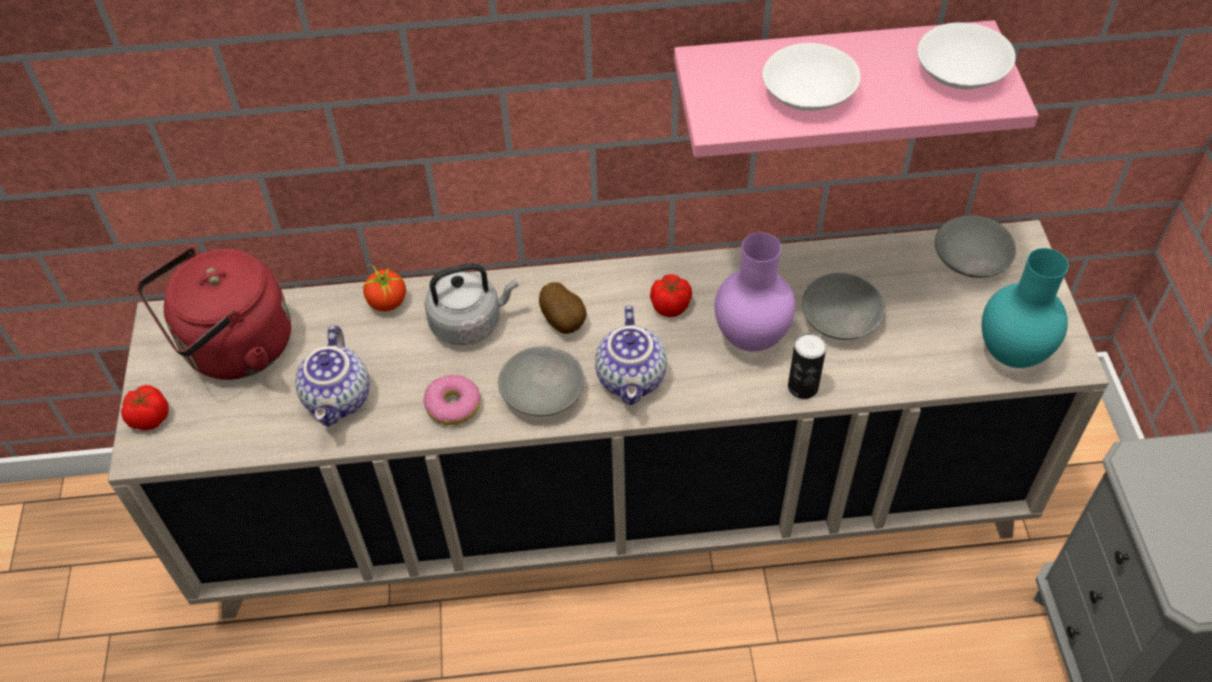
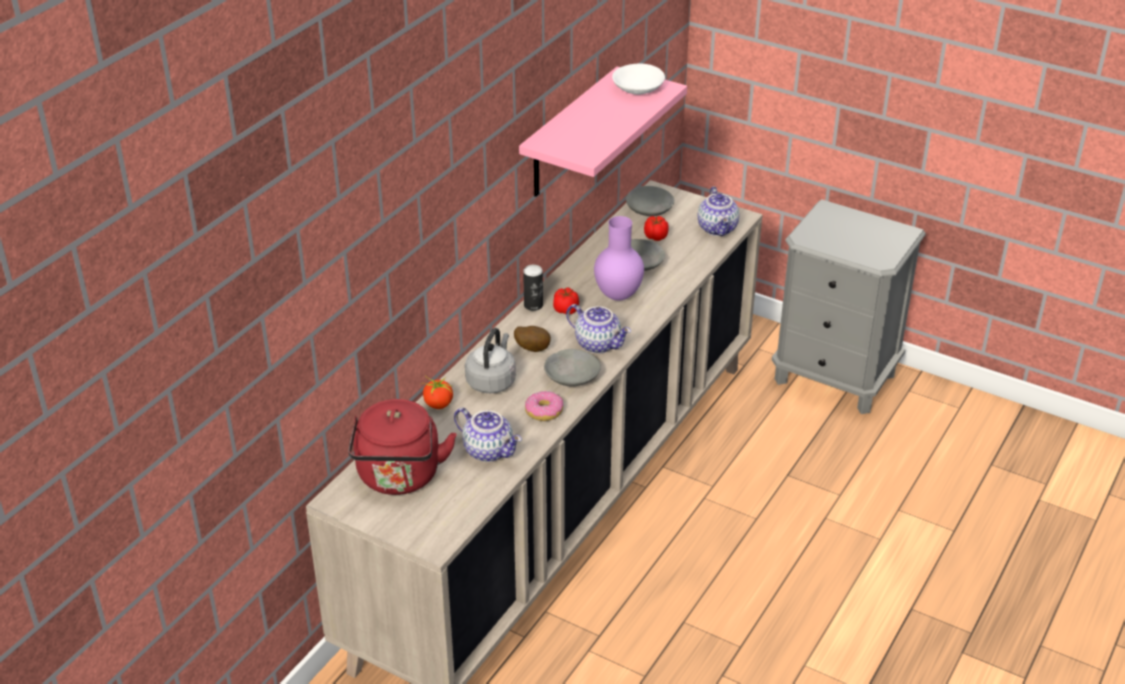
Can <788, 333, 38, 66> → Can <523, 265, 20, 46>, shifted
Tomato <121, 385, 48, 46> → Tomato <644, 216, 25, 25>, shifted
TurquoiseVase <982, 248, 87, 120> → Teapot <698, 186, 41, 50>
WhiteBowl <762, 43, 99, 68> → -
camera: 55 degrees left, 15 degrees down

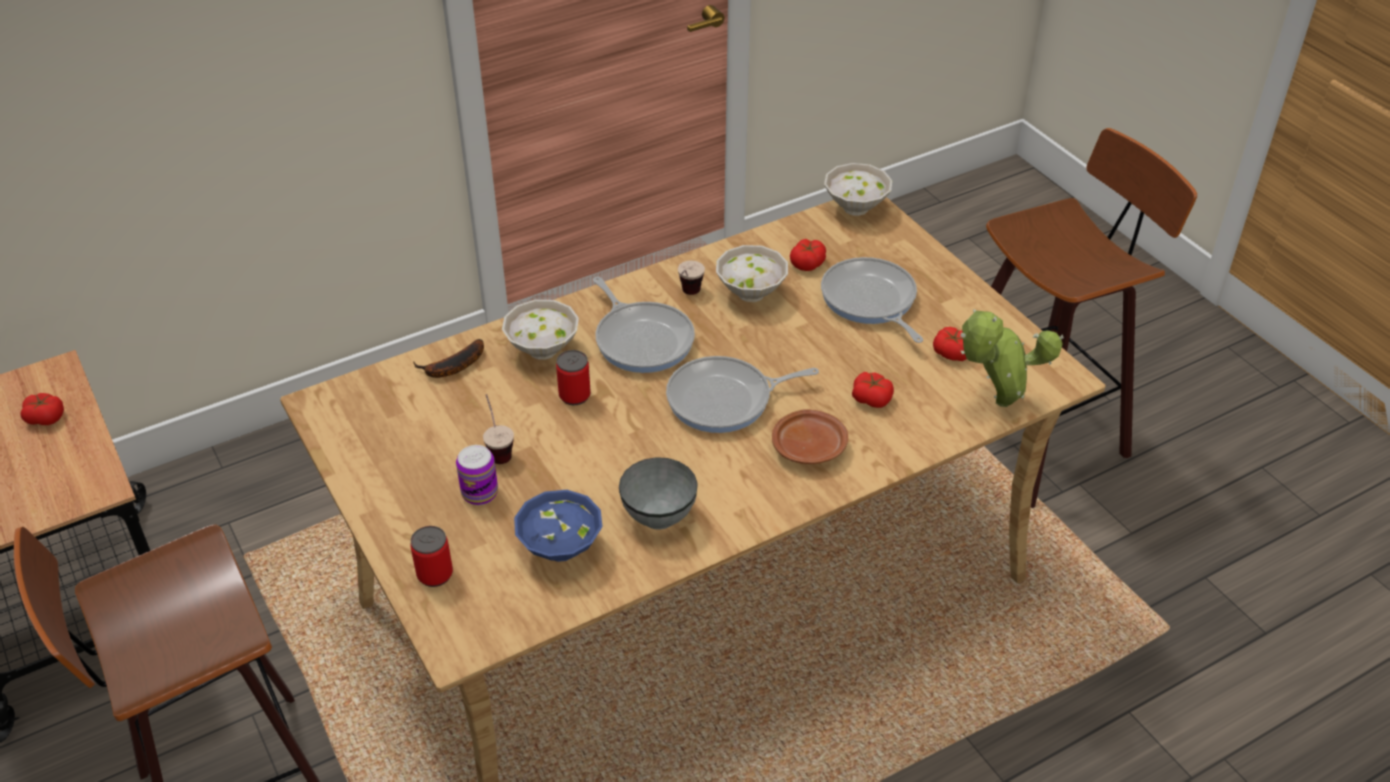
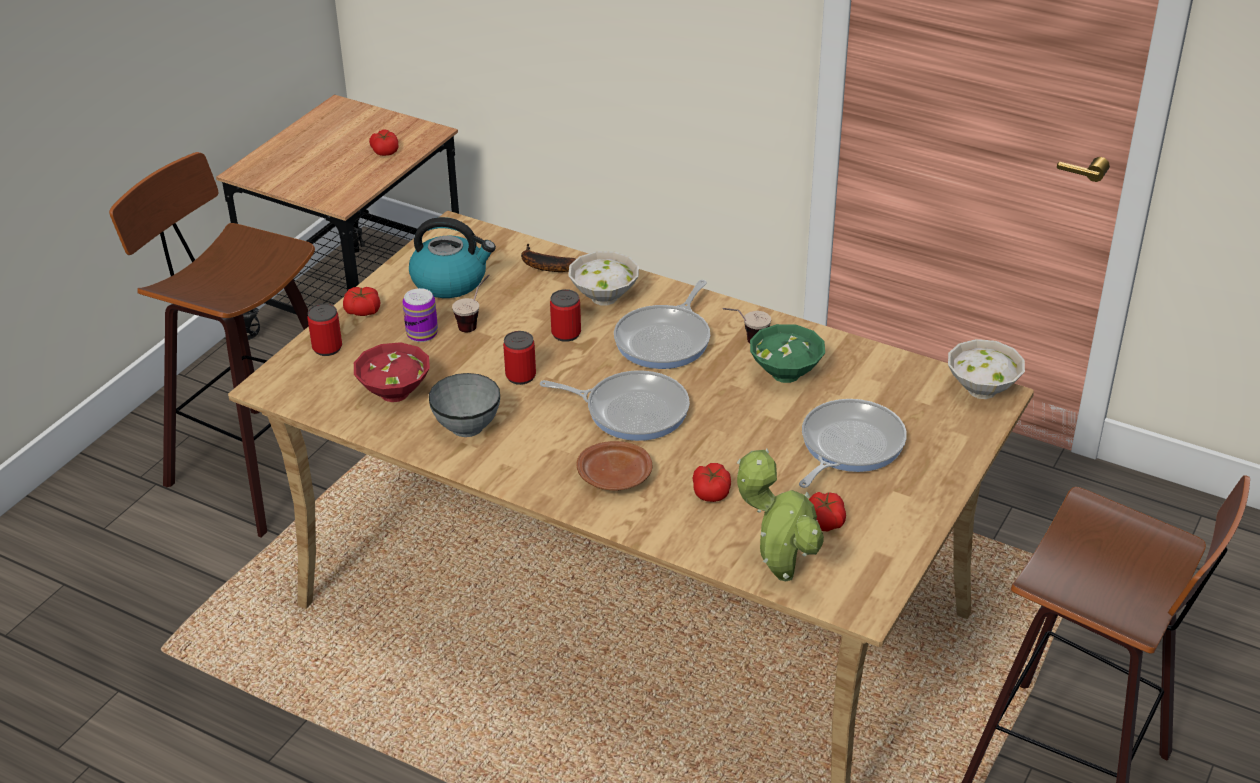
Tomato <790, 239, 36, 32> → Tomato <343, 287, 37, 29>, shifted
BlueBowl <514, 490, 89, 72> → RedBowl <354, 342, 76, 60>
- → Kettle <409, 217, 87, 81>
- → Can <503, 331, 33, 54>
FryingPan <666, 356, 153, 77> → FryingPan <540, 370, 150, 71>, 150 degrees clockwise
WhiteBowl <716, 245, 72, 57> → GreenBowl <750, 324, 75, 59>
camera: 60 degrees right, 5 degrees down

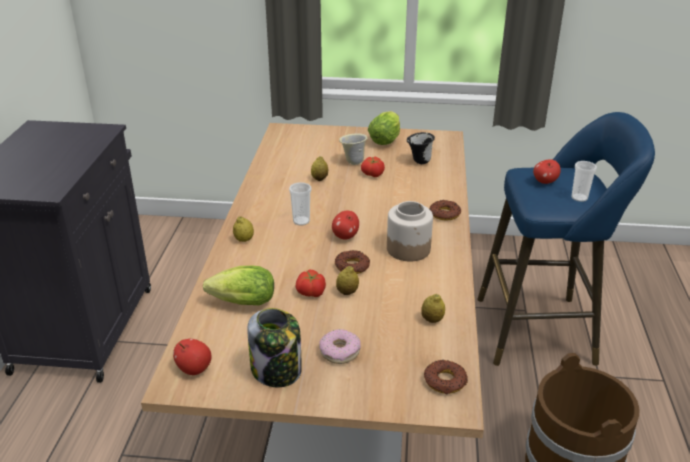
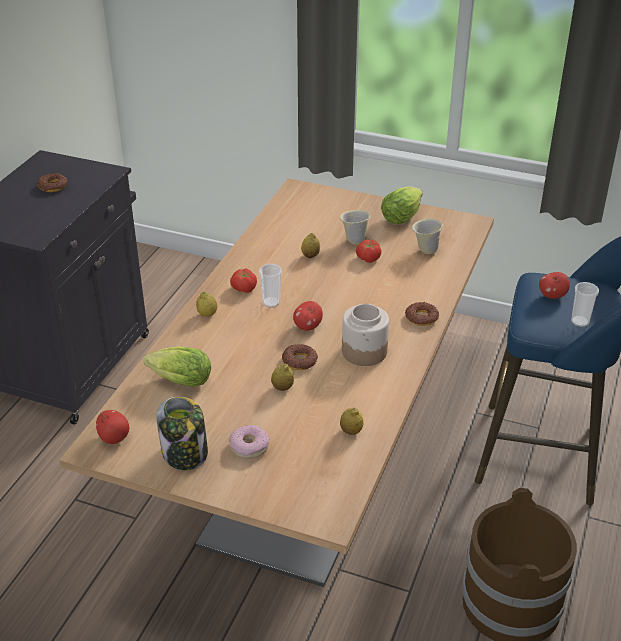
Donut <424, 360, 44, 34> → Donut <37, 173, 30, 19>, shifted
Tomato <296, 270, 30, 27> → Tomato <230, 268, 27, 25>, shifted
BlackMug <407, 132, 28, 32> → BeigeMug <412, 219, 31, 35>
camera: 15 degrees right, 5 degrees up

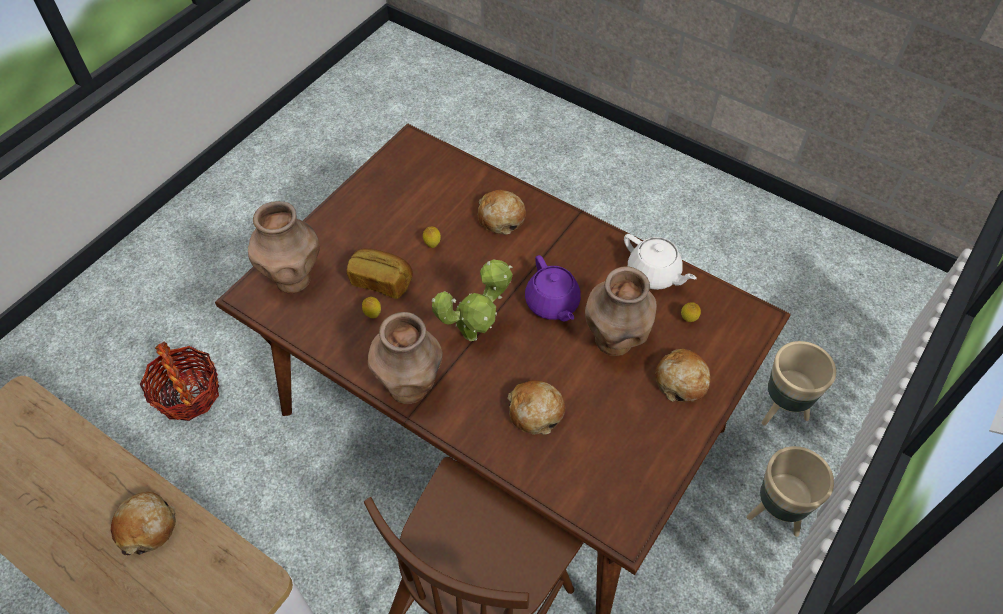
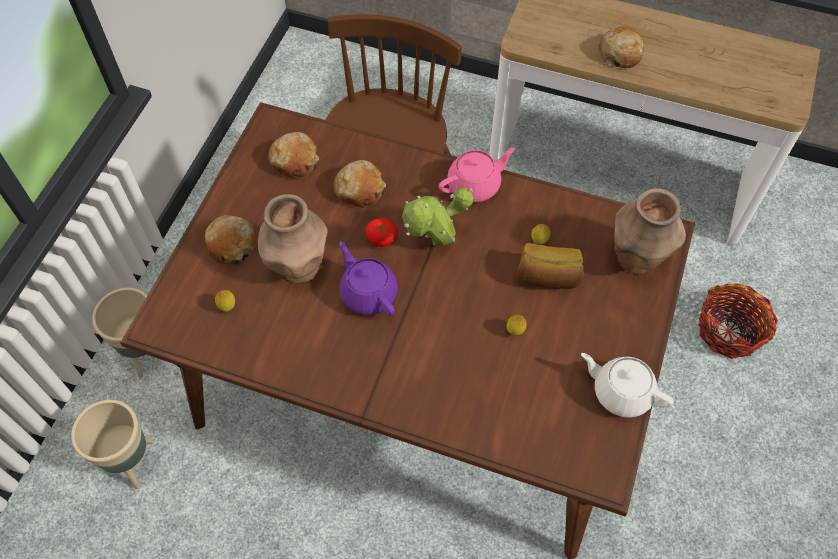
Bread <478, 190, 48, 45> → Bread <268, 132, 51, 47>, shifted
- → Tomato <366, 218, 32, 29>
BrownVase <368, 312, 75, 92> → PinkTeapot <439, 147, 77, 55>
WhiteTeapot <624, 234, 73, 56> → WhiteTeapot <581, 353, 93, 65>, shifted
camera: 165 degrees right, 5 degrees up

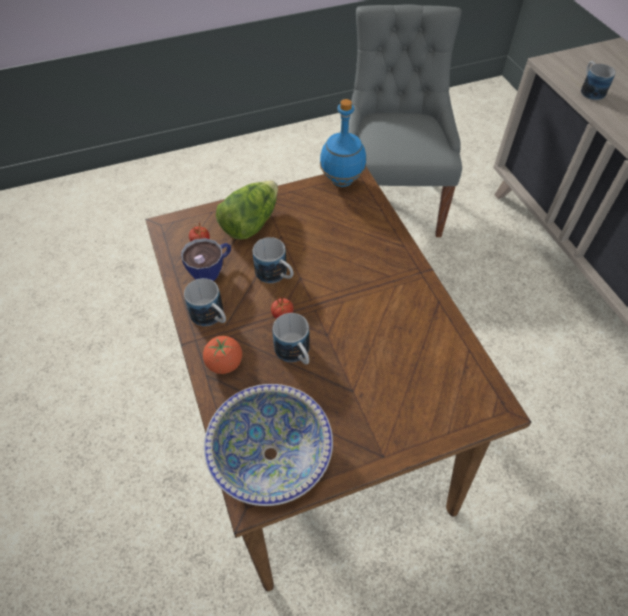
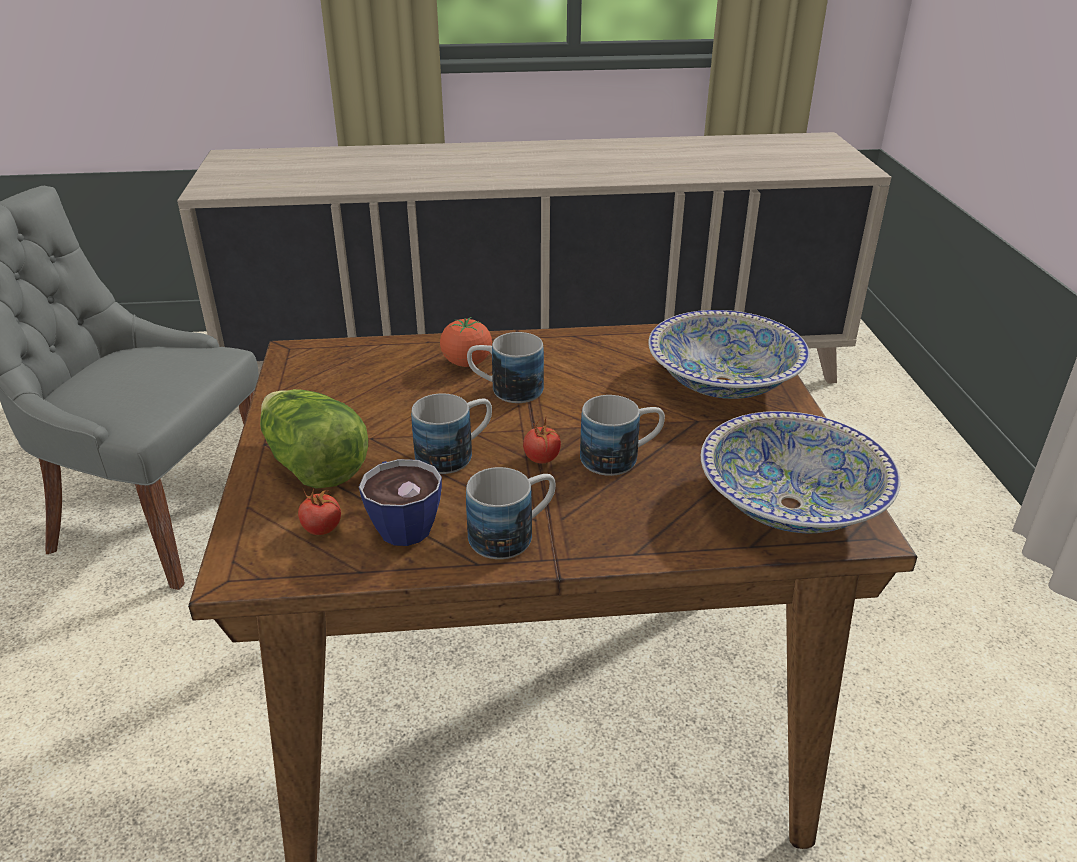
Tomato <203, 336, 39, 38> → Tomato <440, 317, 52, 50>, shifted
Mug <581, 61, 35, 39> → Mug <467, 332, 77, 71>, shifted
- → Bowl <648, 310, 162, 89>
BlueBottle <320, 99, 46, 88> → -
camera: 75 degrees left, 20 degrees down

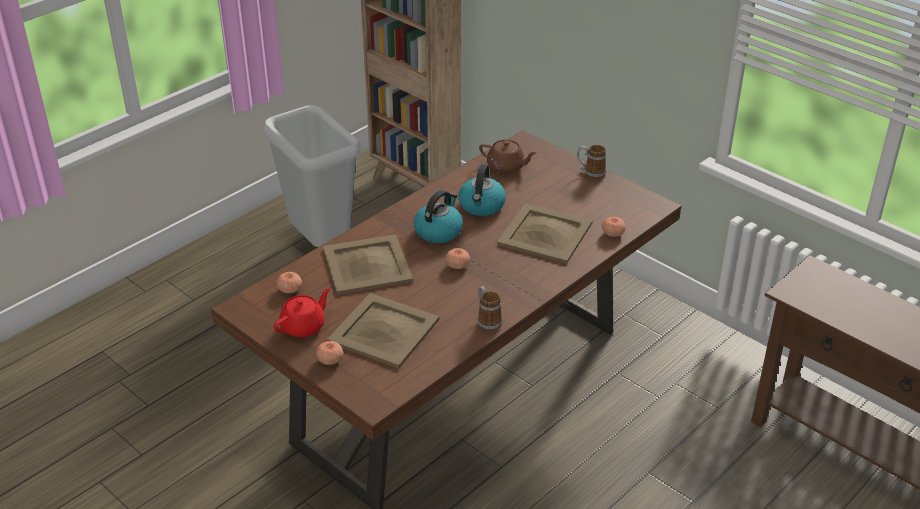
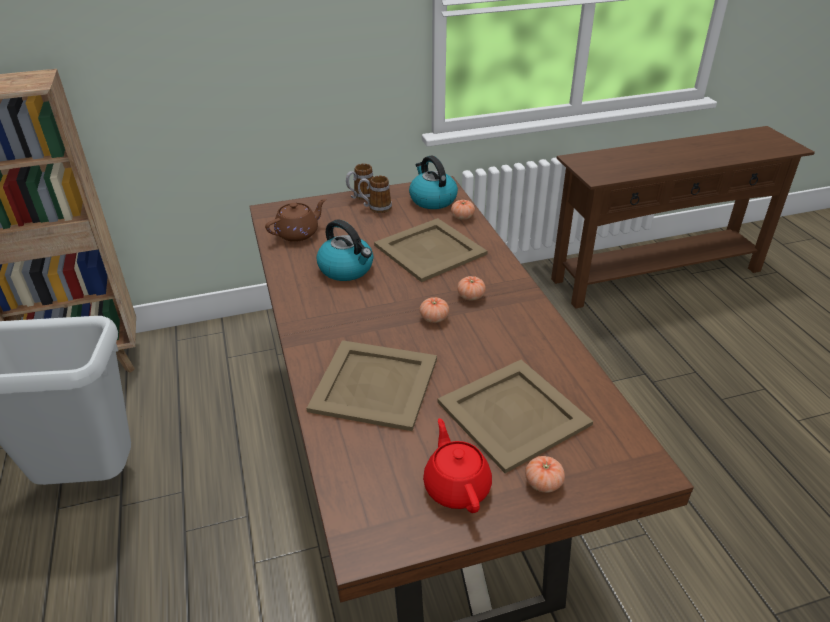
Mug <477, 286, 25, 45> → Mug <358, 176, 34, 37>, shifted
Kettle <414, 190, 49, 53> → Kettle <409, 155, 49, 54>, shifted
Tomato <277, 272, 25, 21> → Tomato <457, 276, 29, 24>, shifted
camera: 60 degrees left, 0 degrees up

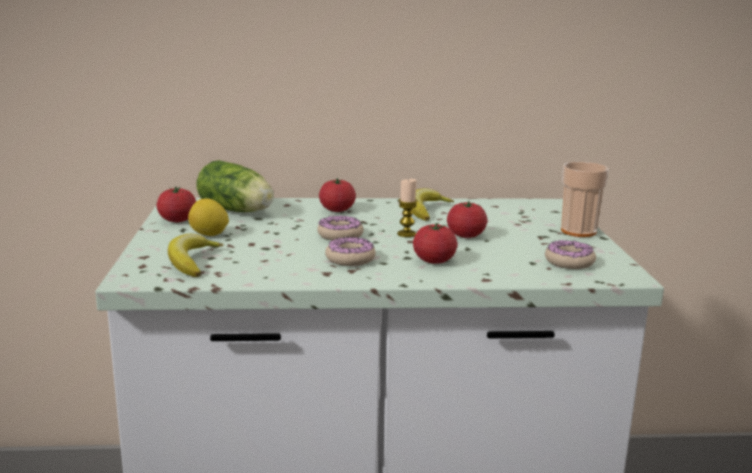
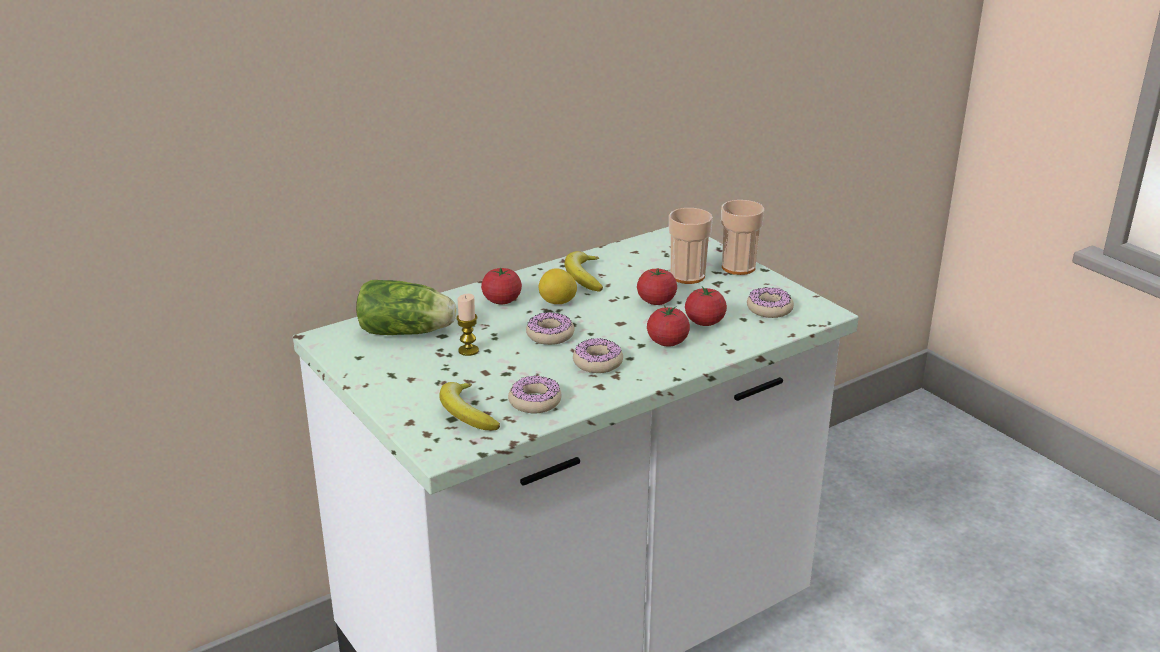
Candle <397, 179, 21, 58> → Candle <456, 294, 23, 62>, shifted
- → Donut <508, 375, 53, 38>
Lemon <188, 198, 41, 38> → Lemon <539, 268, 38, 36>, shifted
- → Cup <669, 208, 44, 76>
Tomato <157, 186, 39, 36> → Tomato <685, 286, 42, 40>, shifted
camera: 30 degrees left, 10 degrees up

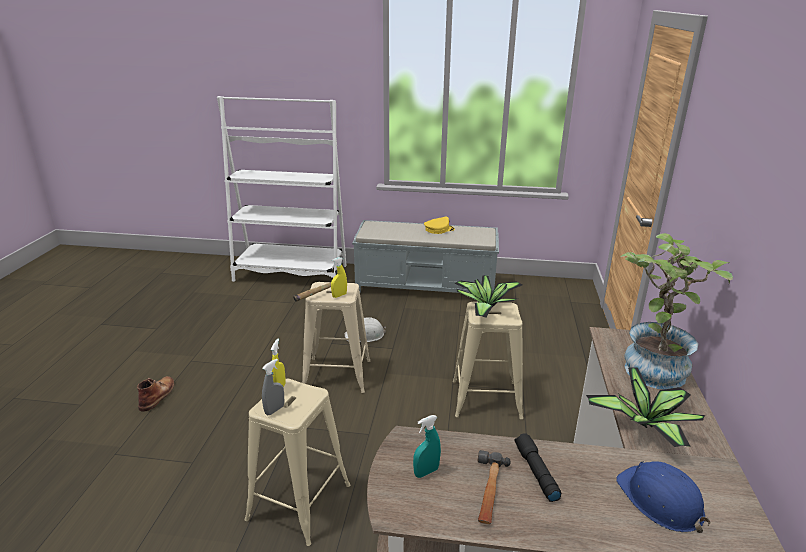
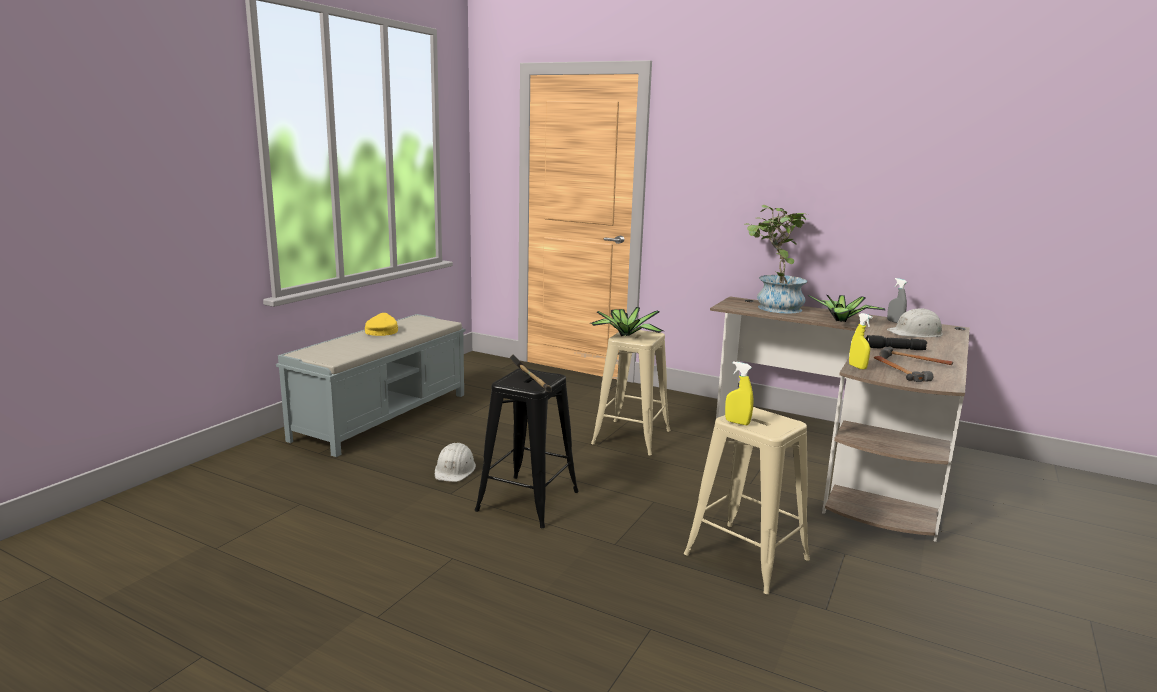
BeigeStool <302, 282, 69, 111> → BlackStool <475, 368, 104, 160>
YellowSprayBottle <331, 257, 16, 41> → YellowSprayBottle <849, 313, 24, 56>, shifted
TurquoiseSprayBottle <413, 415, 28, 63> → Hammer <874, 356, 59, 26>
GreySprayBottle <262, 359, 22, 56> → GreySprayBottle <887, 278, 20, 45>, shifted
BlueHardHat <616, 461, 95, 72> → WhiteHardHat <887, 308, 56, 29>
BrownBoot <137, 376, 37, 36> → -
WhiteBookcase <217, 96, 129, 186> → -
camera: 70 degrees left, 10 degrees down

